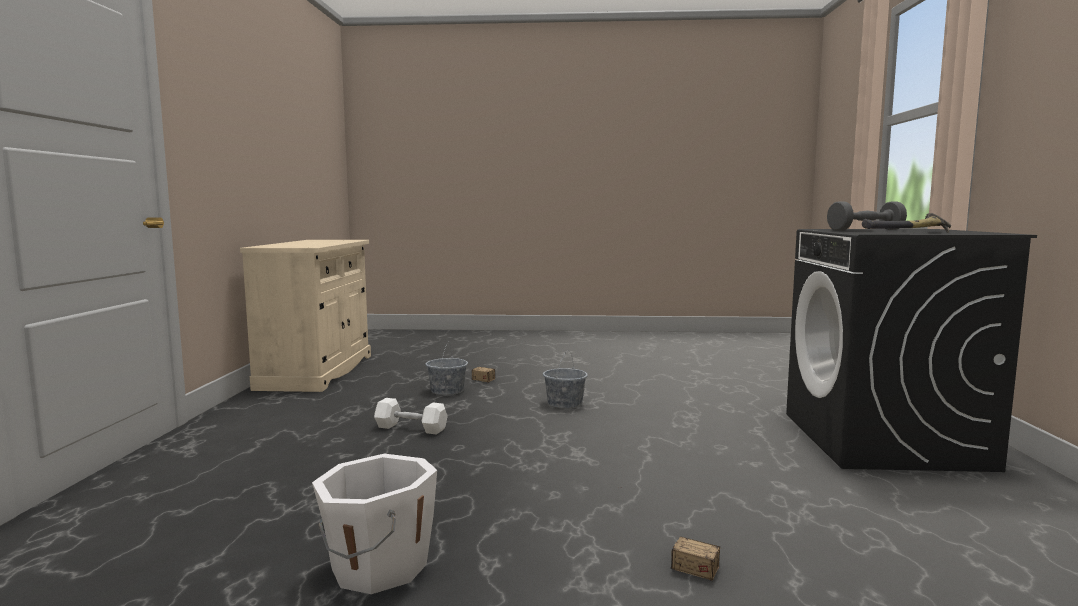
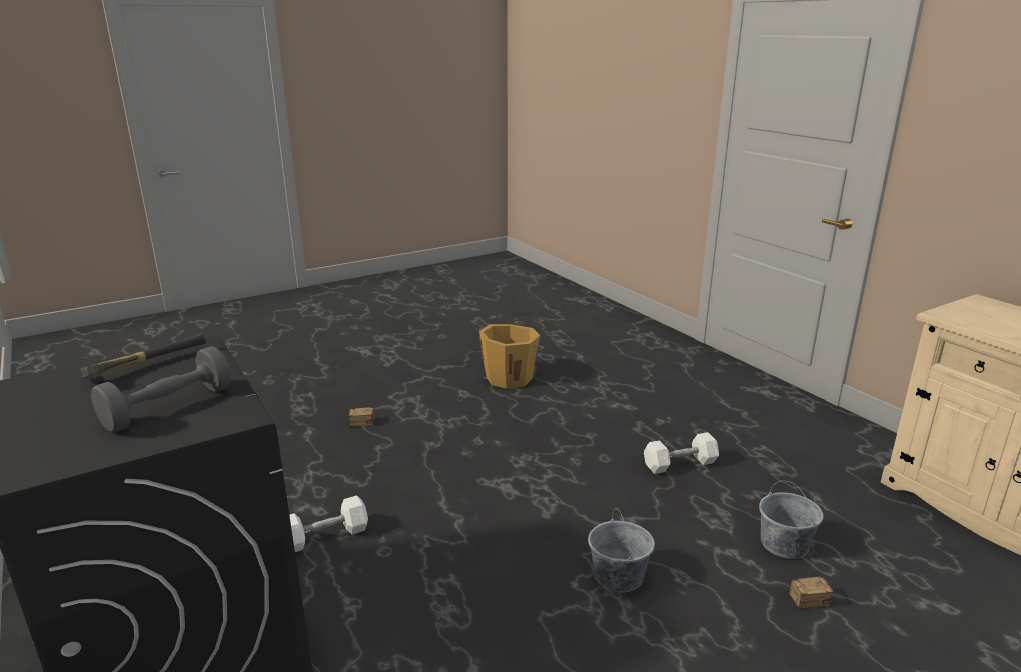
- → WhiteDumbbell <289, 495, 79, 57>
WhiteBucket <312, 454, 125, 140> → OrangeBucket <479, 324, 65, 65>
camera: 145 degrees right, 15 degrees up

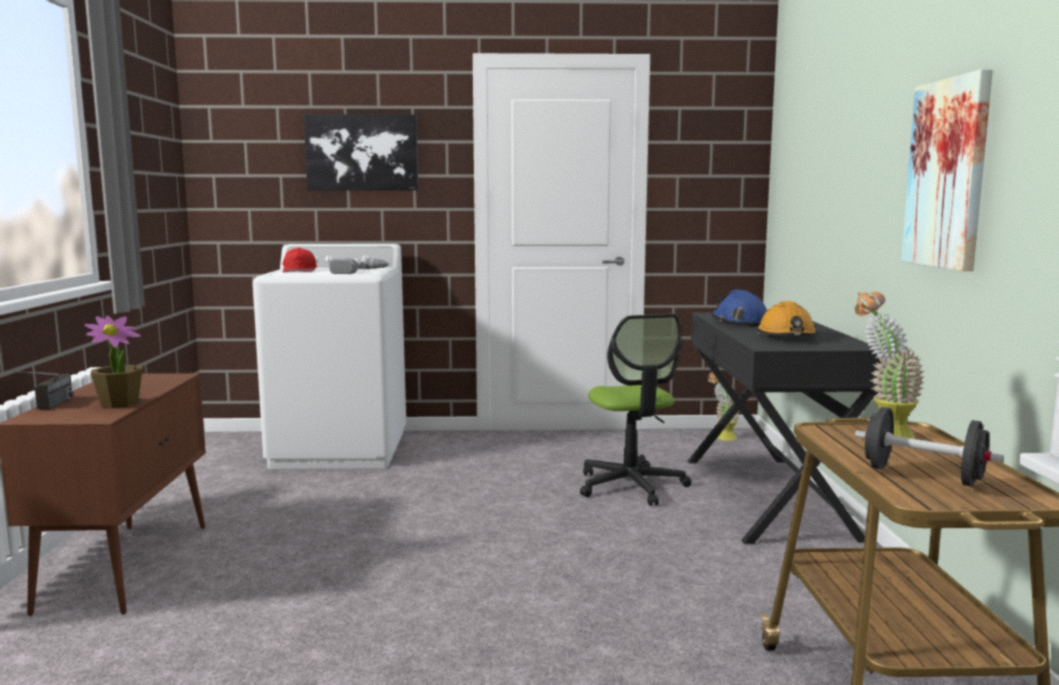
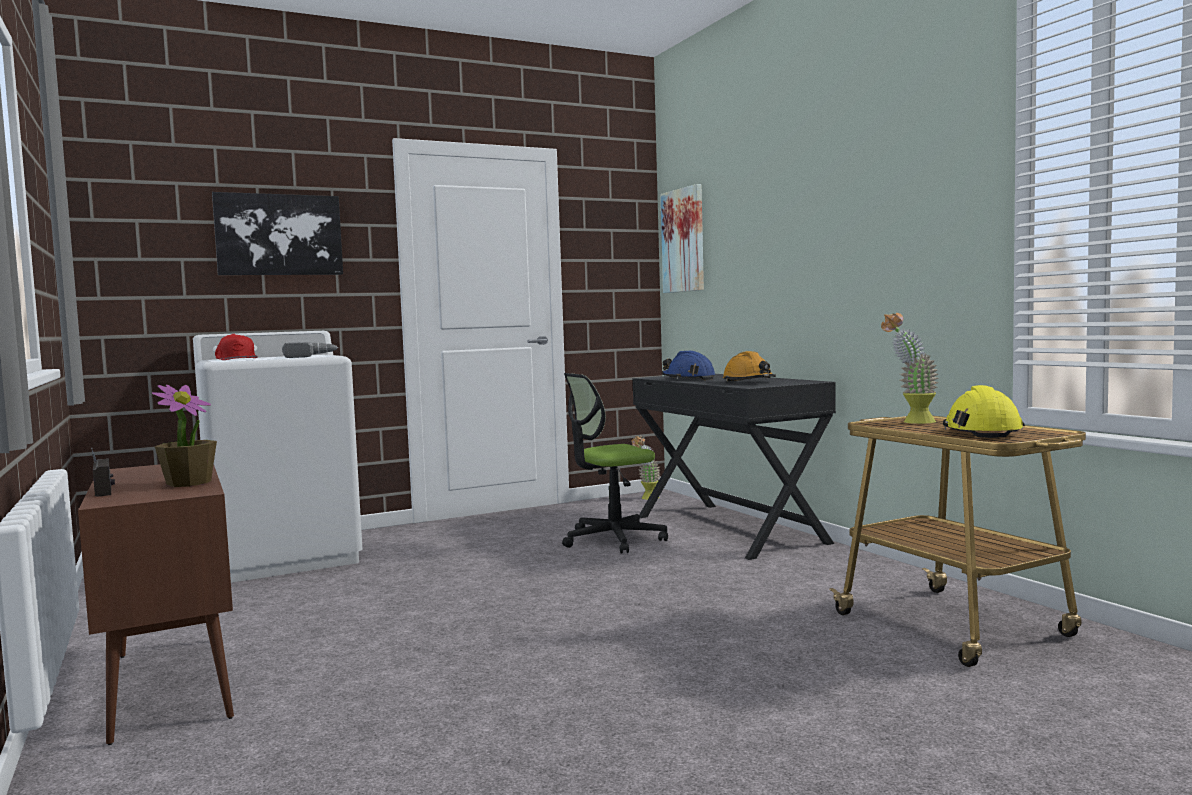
OfficeChair <580, 314, 112, 192> → OfficeChair <562, 373, 106, 181>, 105 degrees clockwise
Picture <901, 69, 92, 202> → Picture <661, 184, 43, 109>, shifted
BlackDumbbell <855, 407, 149, 80> → YellowHardHat <943, 385, 82, 53>
camera: 25 degrees left, 5 degrees down

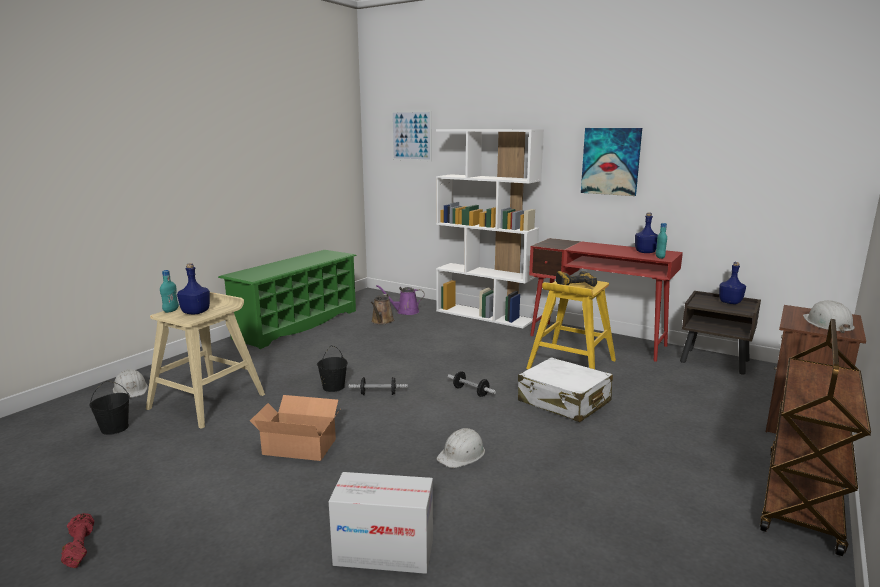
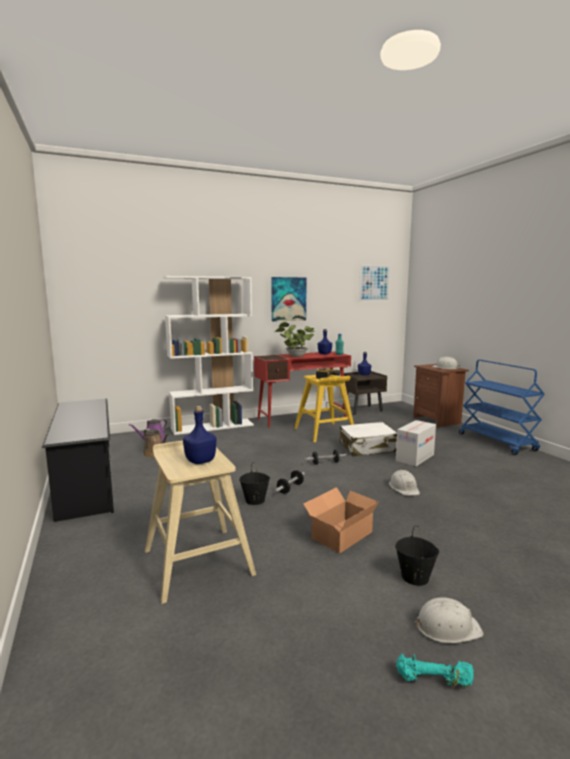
GreenShoeRack <218, 250, 139, 99> → BlackShoeRack <42, 399, 72, 123>
- → PottedPlant <275, 322, 40, 35>
Picture <391, 110, 41, 51> → Picture <359, 264, 32, 37>, shifted
BlackBucket <89, 381, 41, 54> → BlackBucket <395, 526, 44, 60>, shifted
CardboardBox <329, 472, 104, 102> → CardboardBox <396, 420, 40, 46>, shifted
RedDumbbell <61, 513, 33, 55> → TurquoiseDumbbell <396, 654, 78, 33>
WhiteHardHat <113, 369, 35, 29> → WhiteHardHat <414, 597, 70, 46>, shifted
BrownCart <760, 319, 111, 237> → BlueCart <459, 359, 86, 96>
TurquoiseBottle <160, 270, 19, 43> → -
camera: 55 degrees left, 5 degrees down

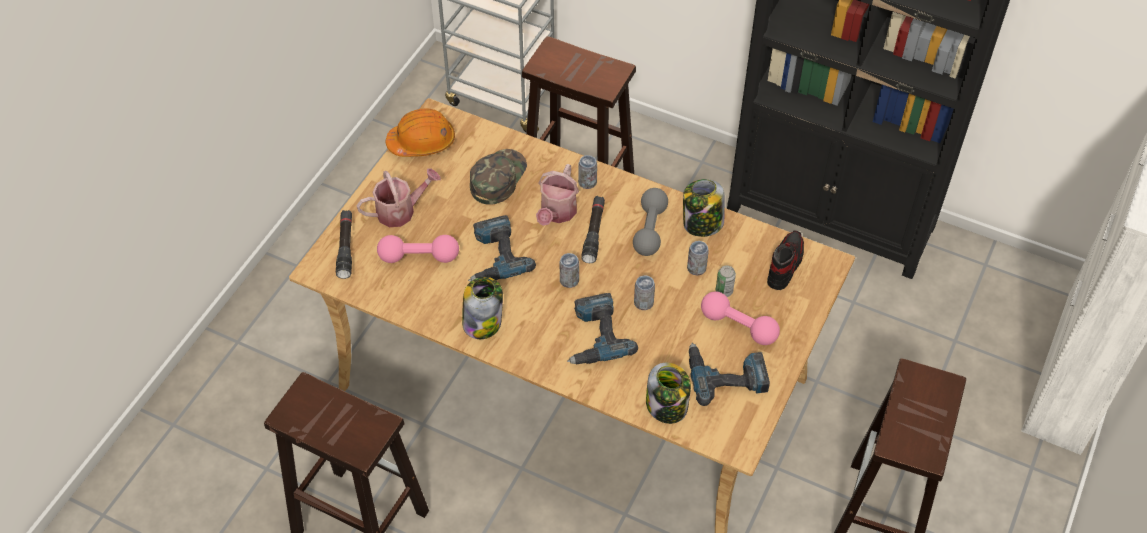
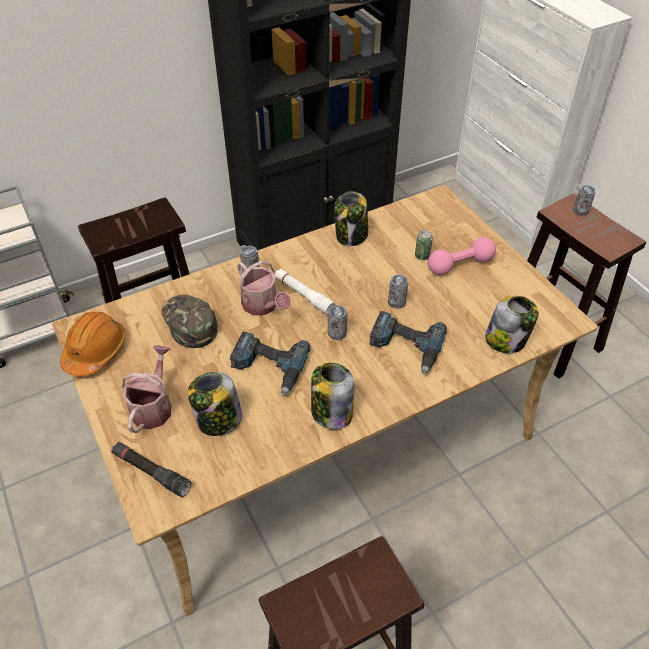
PinkDumbbell <377, 235, 82, 28> → Jar <188, 372, 54, 64>
BlackFlashlight <581, 196, 24, 67> → WhiteFlashlight <275, 269, 60, 46>
Can <687, 241, 22, 34> → Can <573, 185, 23, 31>, shifted
GreyDumbbell <633, 188, 35, 68> → -
PowerDrill <689, 343, 81, 63> → -
Shoe <767, 230, 37, 60> → -
camera: 55 degrees left, 5 degrees down

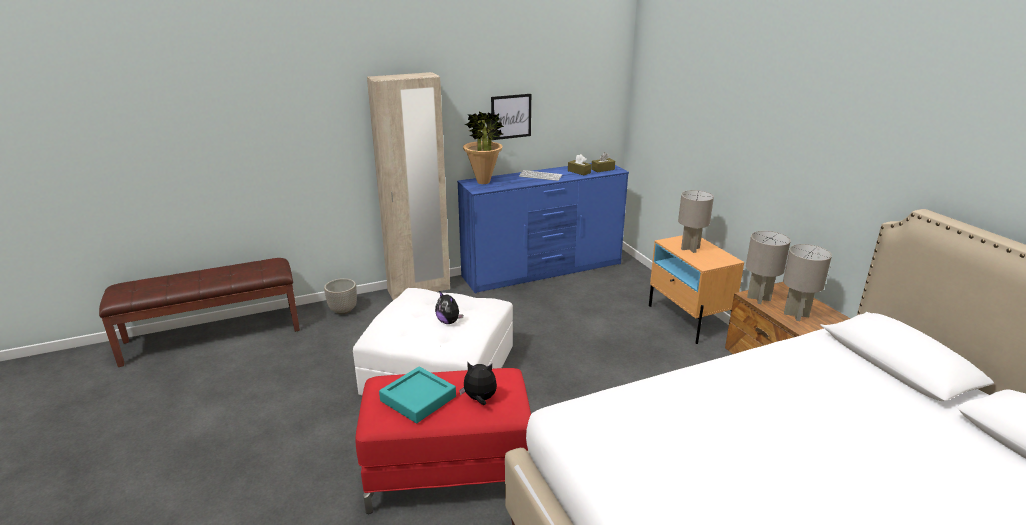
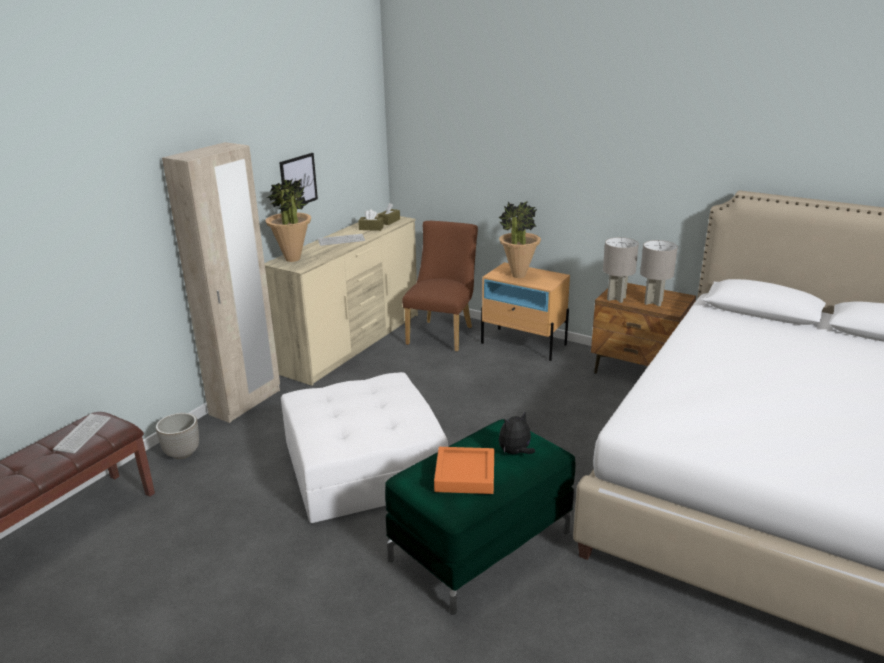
- → Keyboard <53, 414, 58, 39>
BlueDresser <457, 163, 172, 131> → BeigeDresser <265, 213, 153, 173>
RedOttoman <356, 368, 175, 146> → GreenOttoman <385, 419, 190, 196>
- → BrownChair <402, 221, 76, 131>
TurquoiseTray <379, 367, 77, 56> → OrangeTray <434, 447, 60, 47>
GreyTableLamp <678, 190, 36, 63> → PottedPlant <499, 201, 42, 77>
PlushToy <435, 291, 28, 33> → -
camera: 35 degrees left, 0 degrees up

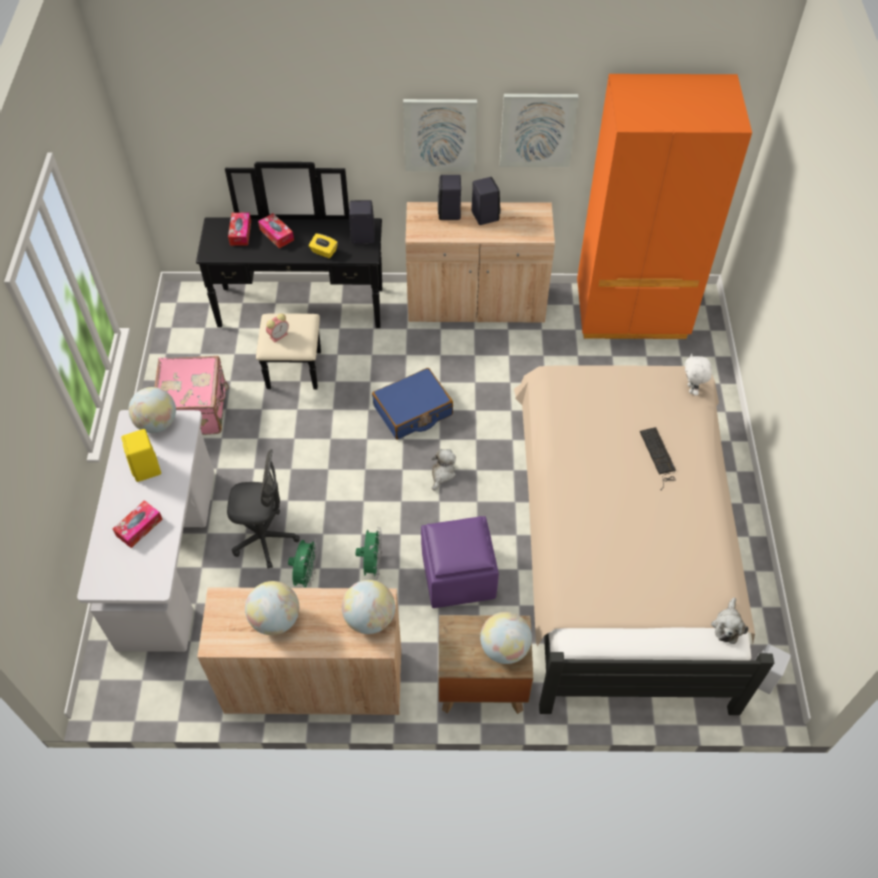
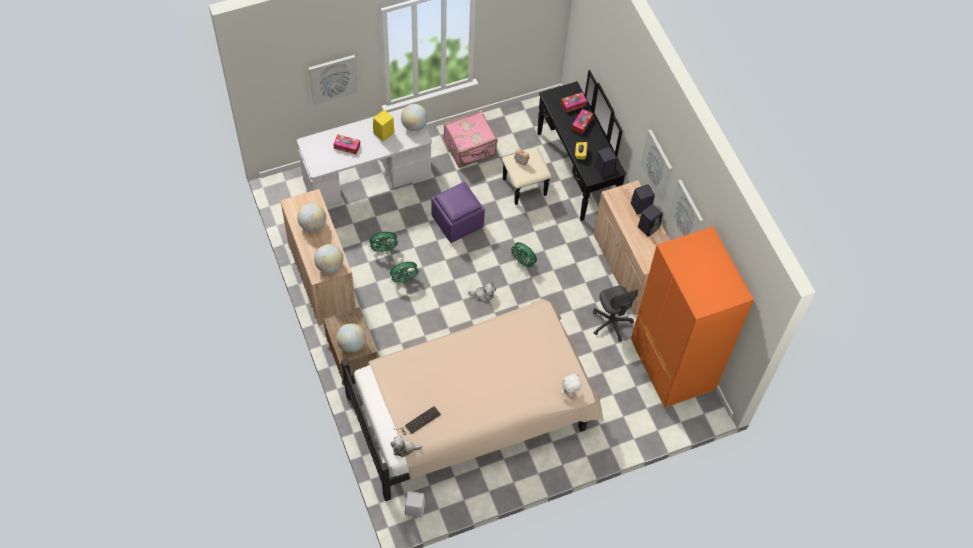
- → Picture <308, 55, 50, 50>
Keyboard <640, 427, 36, 63> → Keyboard <395, 406, 46, 29>, shifted
PurpleOttoman <421, 516, 78, 92> → PurpleOttoman <431, 182, 54, 61>, shifted
BlueSuitcase <372, 368, 81, 71> → GreenFan <509, 242, 28, 27>
GreyOfficeChair <227, 449, 73, 120> → GreyOfficeChair <593, 286, 46, 56>, shifted
camera: 65 degrees right, 5 degrees up

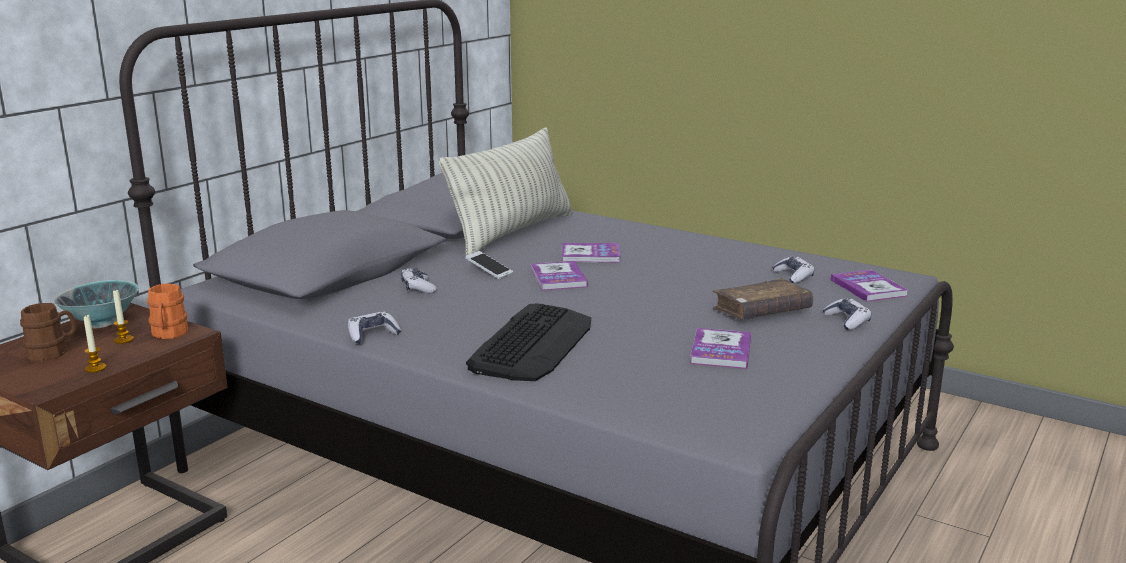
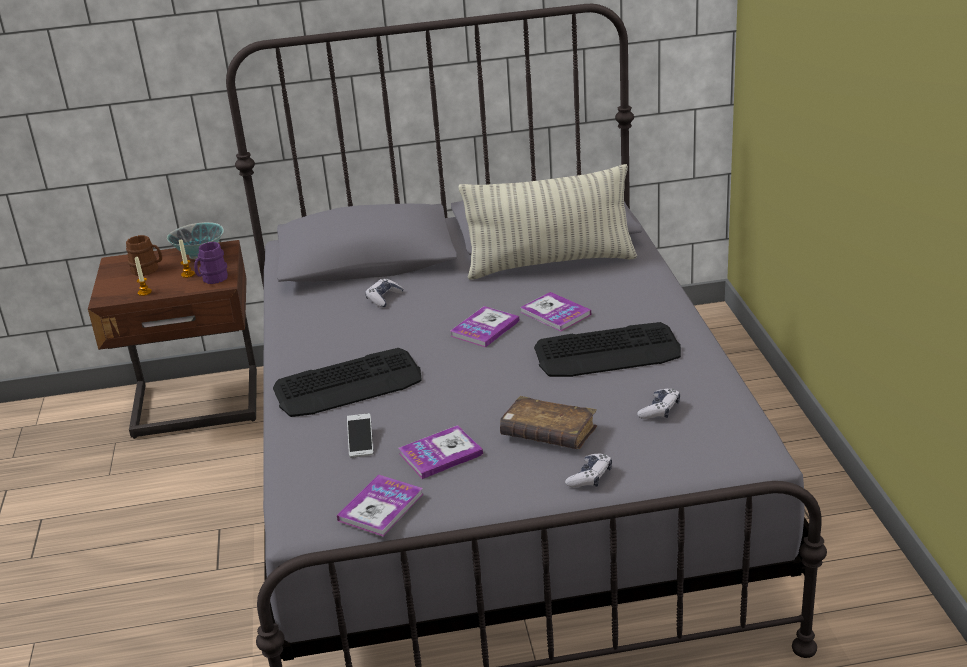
OrangeMug <147, 283, 41, 56> → PurpleMug <194, 242, 34, 42>
Book <831, 270, 77, 32> → Book <337, 474, 86, 62>, shifted
Phone <465, 251, 48, 28> → Phone <347, 413, 26, 45>, shifted
- → Keyboard <534, 322, 147, 55>
GameController <348, 311, 53, 33> → -
camera: 50 degrees right, 10 degrees up

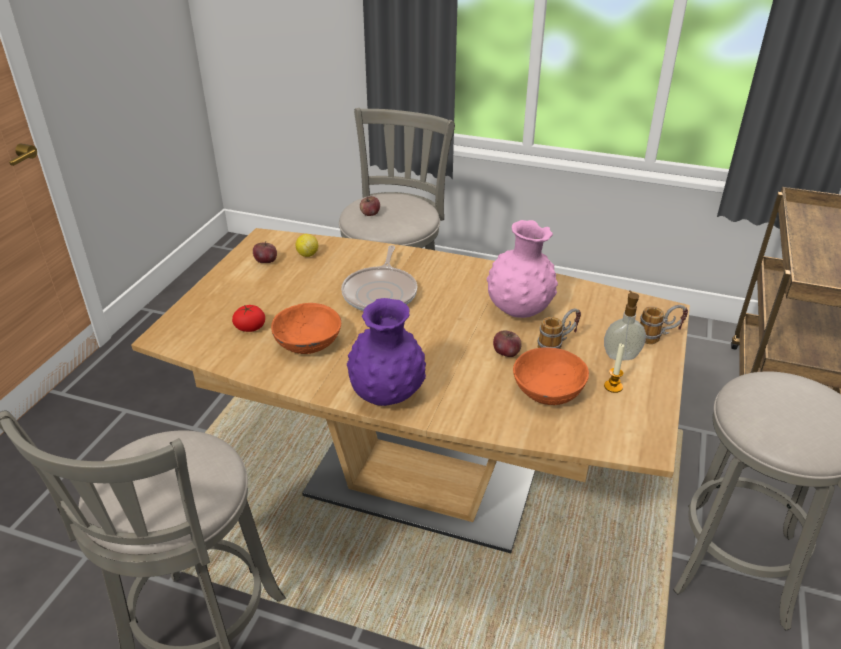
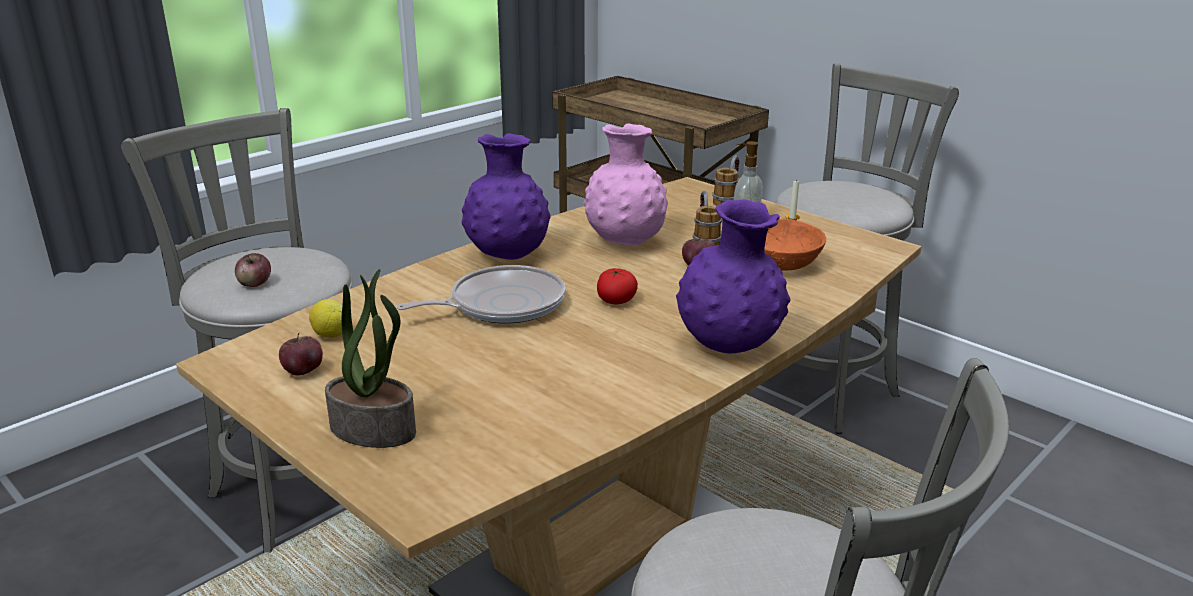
- → PottedPlant <325, 269, 91, 179>
FryingPan <341, 245, 76, 66> → FryingPan <396, 265, 169, 59>, 60 degrees counterclockwise
- → PurpleVase <462, 133, 89, 127>
Tomato <232, 305, 33, 27> → Tomato <597, 268, 41, 36>, shifted
OrangeBowl <271, 303, 70, 51> → -
camera: 65 degrees left, 10 degrees down

